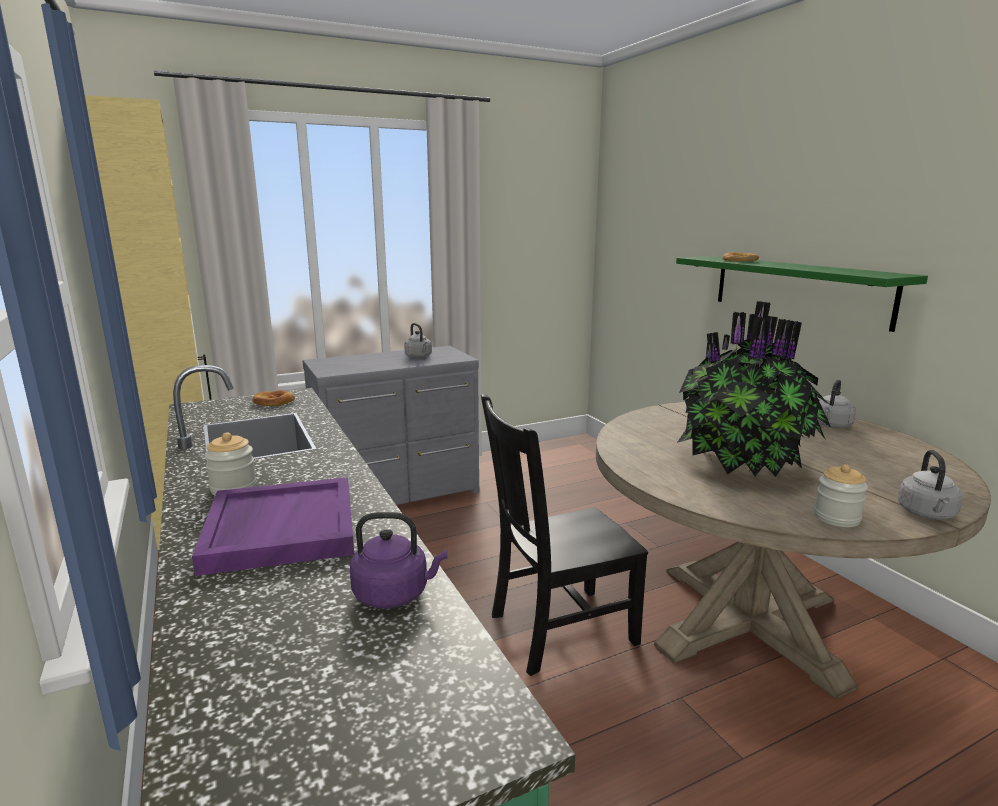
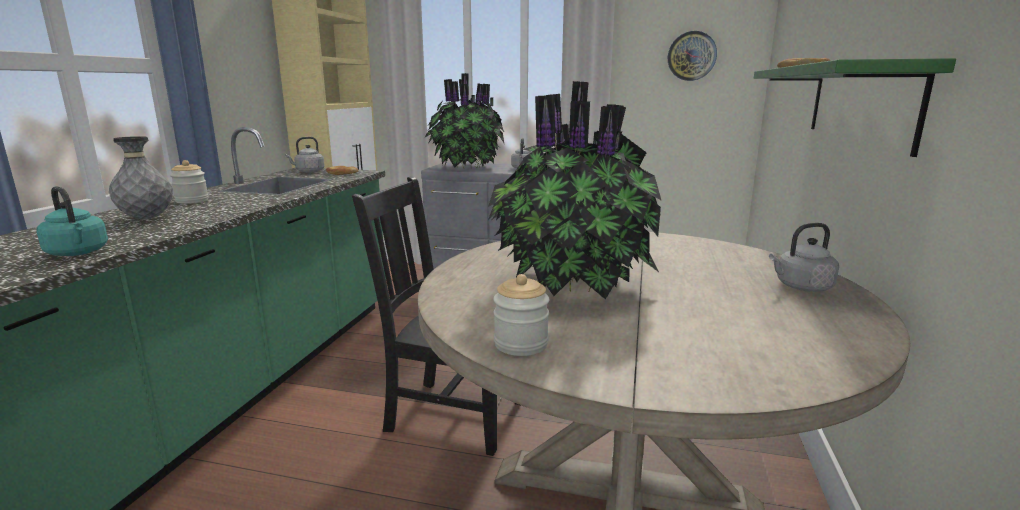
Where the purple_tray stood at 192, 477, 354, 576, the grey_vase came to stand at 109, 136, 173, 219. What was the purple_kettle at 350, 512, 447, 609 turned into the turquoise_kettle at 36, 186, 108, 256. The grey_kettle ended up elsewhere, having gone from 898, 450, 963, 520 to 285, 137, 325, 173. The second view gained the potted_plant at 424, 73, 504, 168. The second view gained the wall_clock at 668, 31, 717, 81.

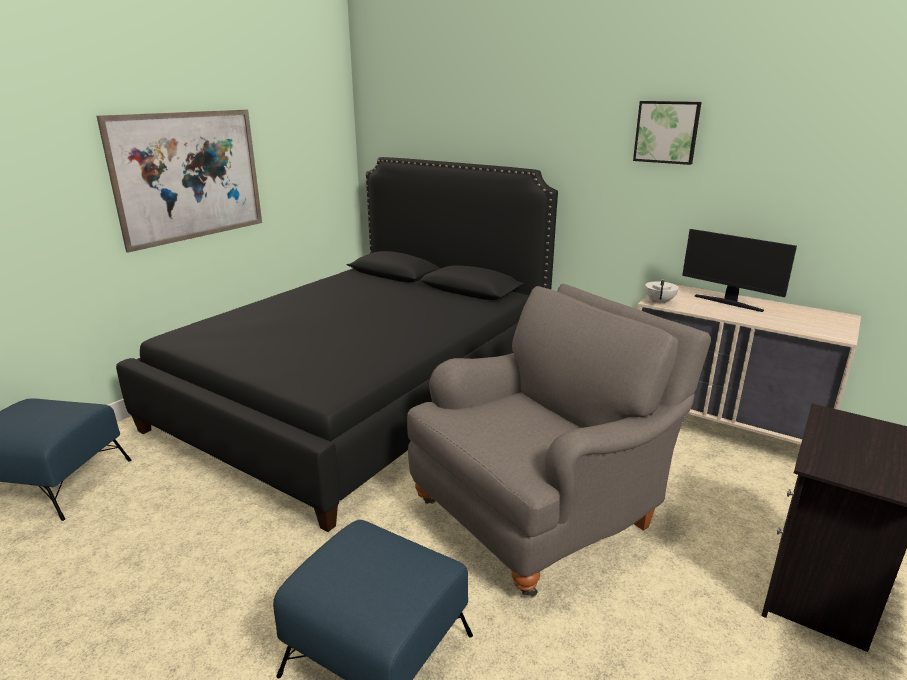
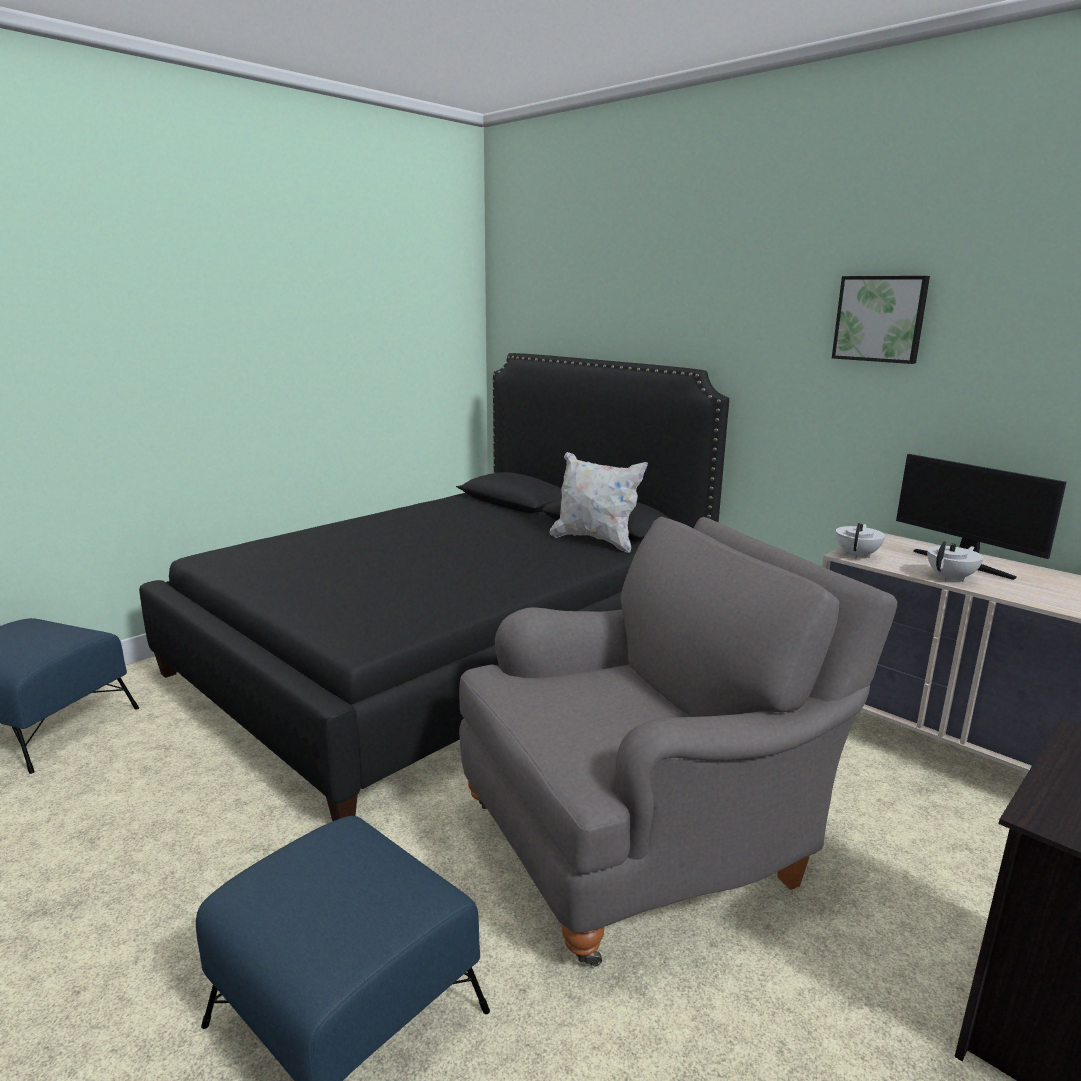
The second view lost the picture at 96, 110, 262, 253. The second view gained the white_pillow at 550, 452, 648, 553. The second view gained the white_teapot at 927, 541, 983, 582.

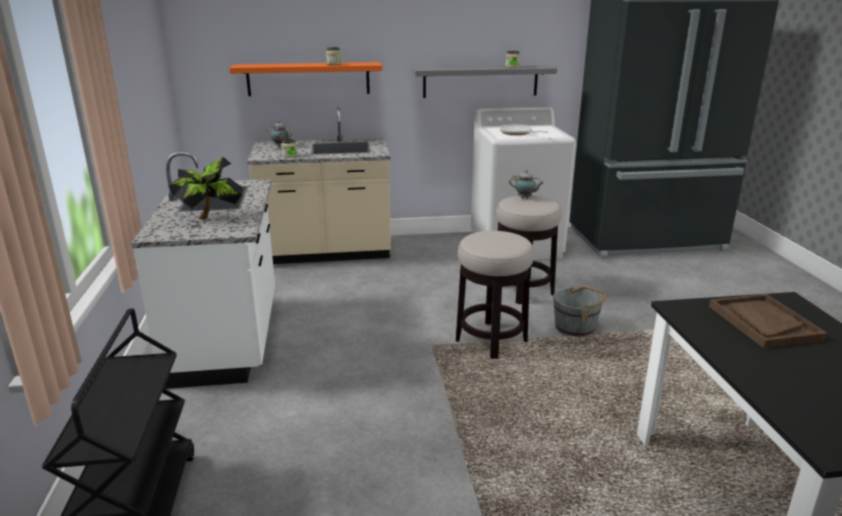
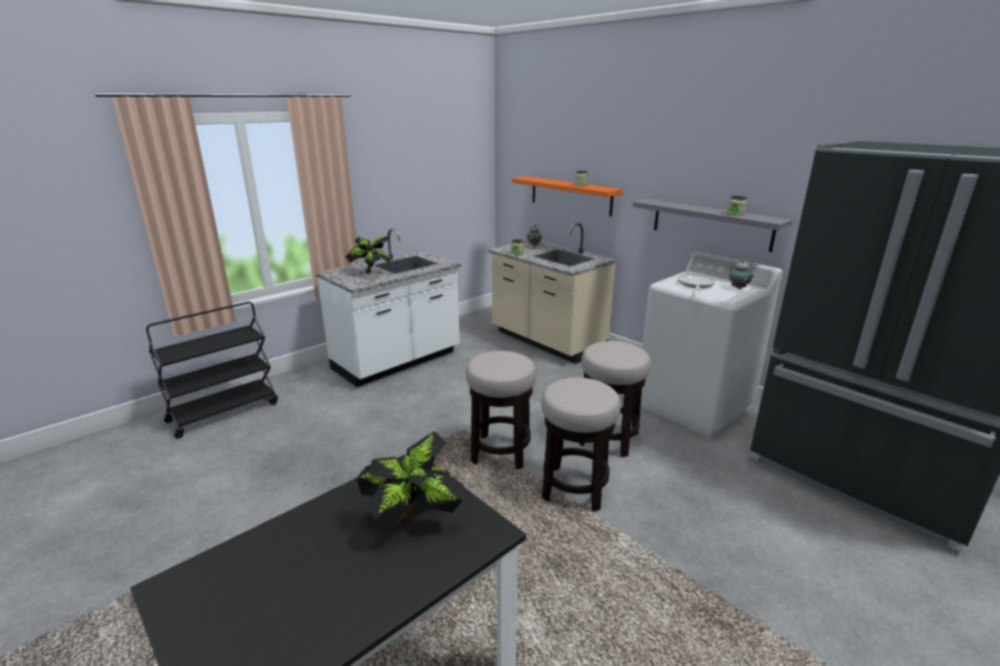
The teapot ended up elsewhere, having gone from 509, 170, 544, 198 to 729, 260, 754, 289. Where the grey_bucket stood at 553, 286, 606, 337, the stool came to stand at 541, 377, 621, 512. Where the brown_tray stood at 709, 294, 828, 348, the potted_plant came to stand at 356, 431, 464, 527.

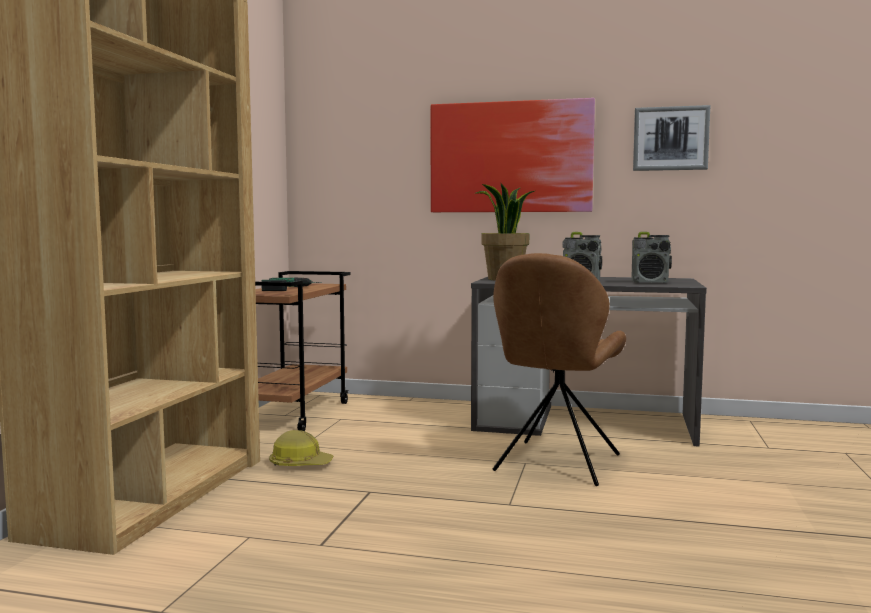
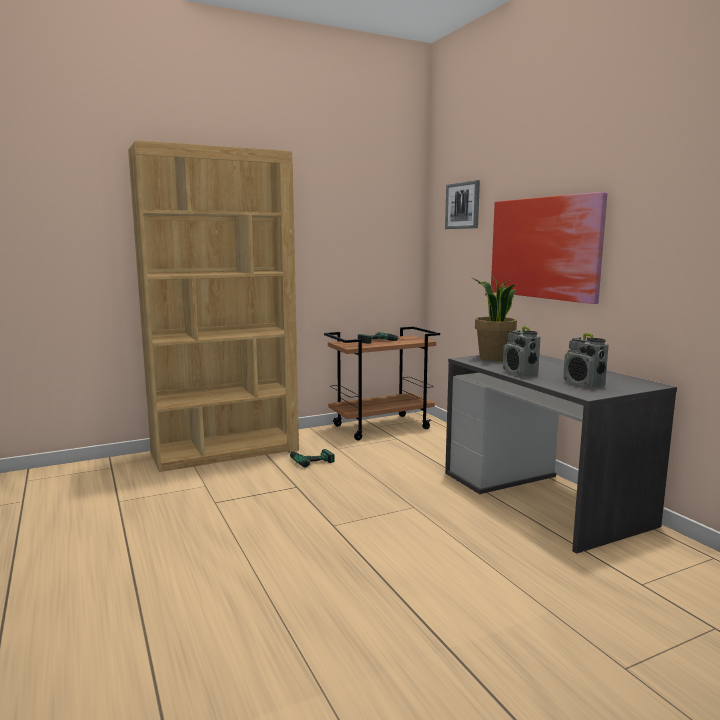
Where the hard_hat stood at 269, 430, 333, 466, the power_drill came to stand at 288, 449, 335, 467. The second view lost the brown_chair at 493, 253, 626, 486. The picture ended up elsewhere, having gone from 633, 105, 710, 171 to 445, 180, 480, 229.

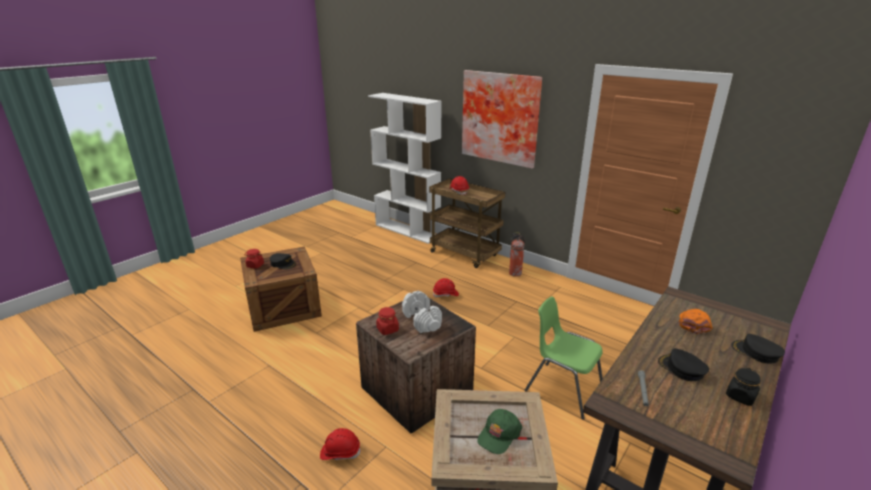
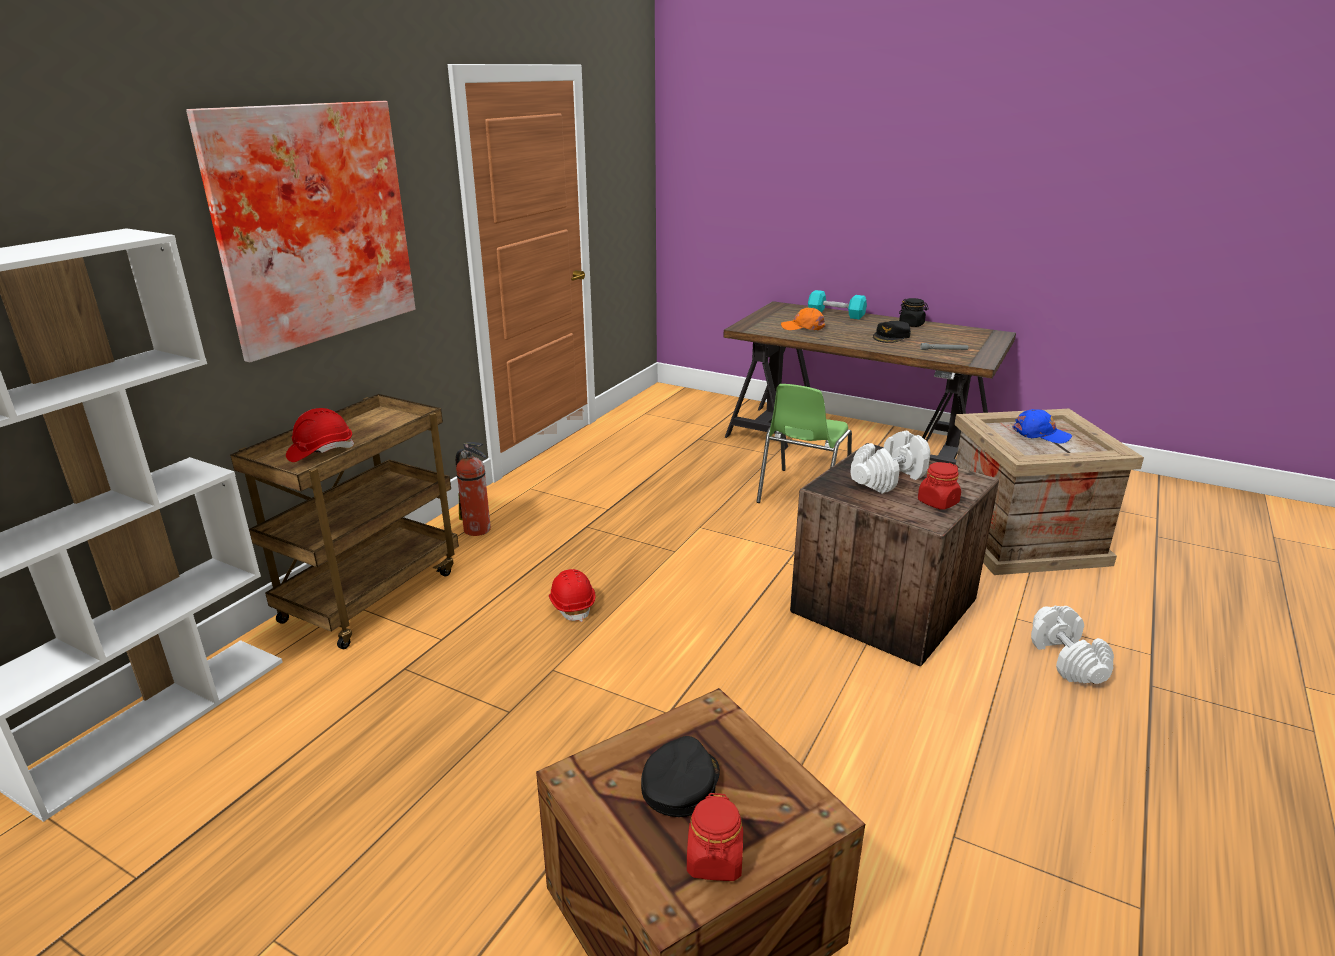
Where the red_hard_hat stood at 320, 428, 361, 460, the white_dumbbell came to stand at 1031, 606, 1114, 684. What was the green_cap at 477, 409, 522, 454 turned into the blue_cap at 1012, 409, 1072, 444. Where the black_cap stood at 731, 334, 785, 363, the turquoise_dumbbell came to stand at 808, 290, 867, 319.

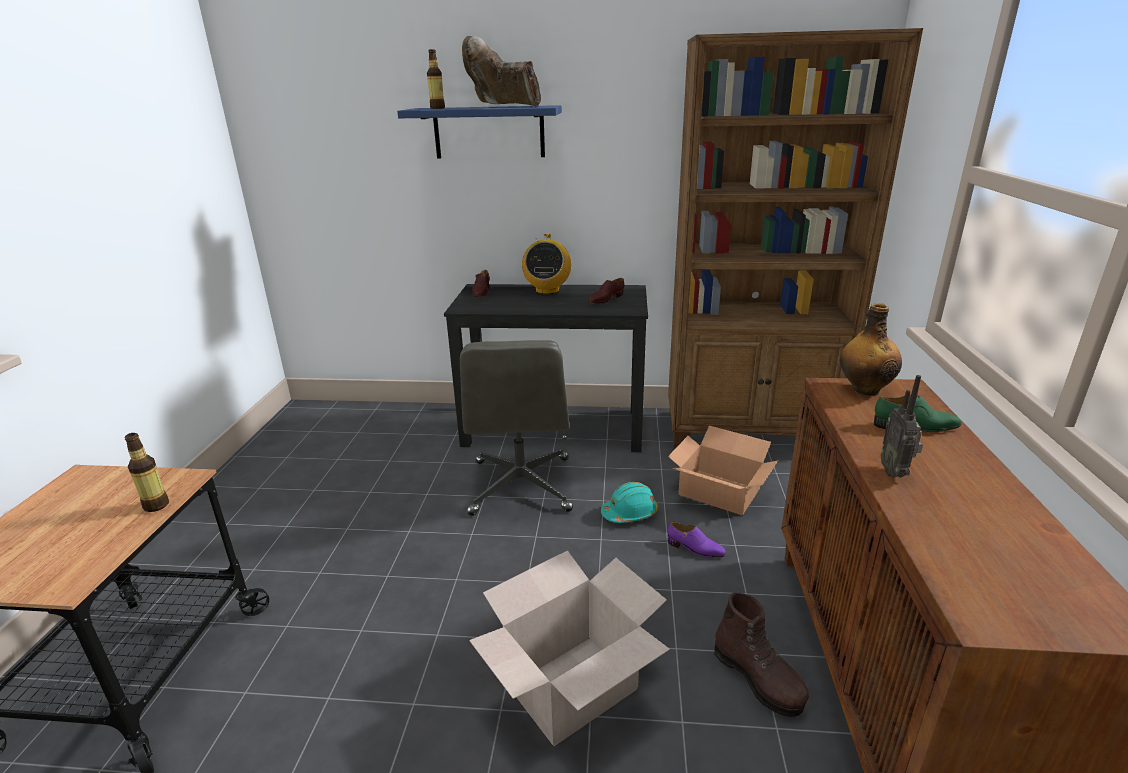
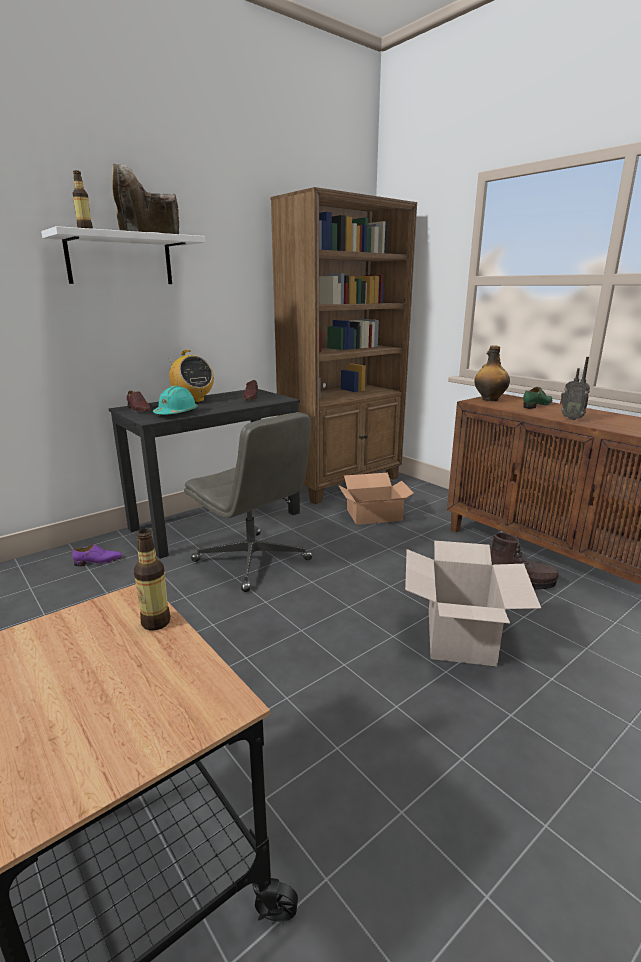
What was the blue_shelf at 397, 105, 562, 159 turned into the white_shelf at 41, 226, 205, 284. The turquoise_hard_hat ended up elsewhere, having gone from 601, 482, 658, 523 to 153, 386, 197, 414. The purple_shoe ended up elsewhere, having gone from 667, 522, 726, 558 to 72, 544, 122, 566.

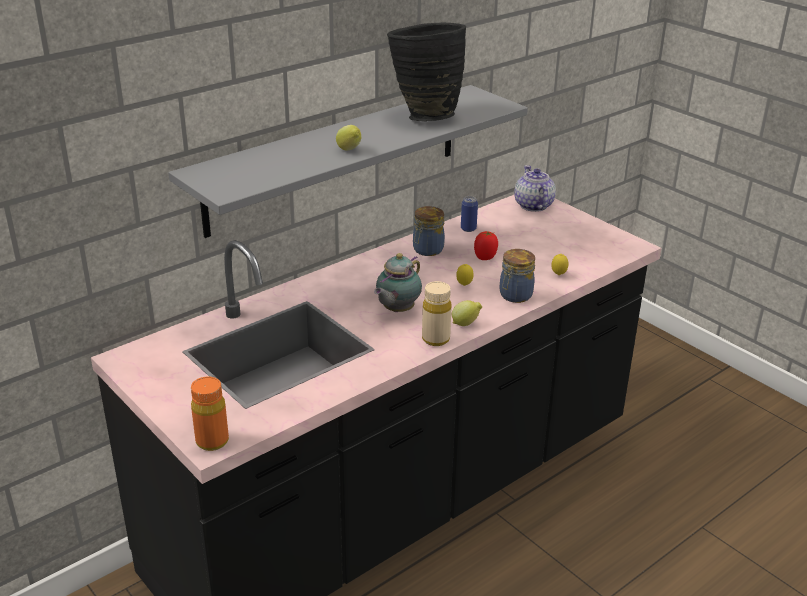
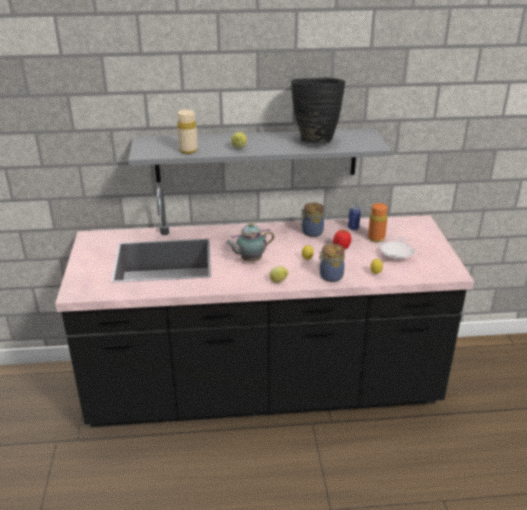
The orange_bottle ended up elsewhere, having gone from 191, 377, 229, 451 to 368, 203, 388, 242. The beige_bottle ended up elsewhere, having gone from 422, 281, 452, 346 to 177, 110, 198, 154. The second view lost the teapot at 514, 165, 556, 212. The second view gained the white_plate at 378, 236, 417, 259.

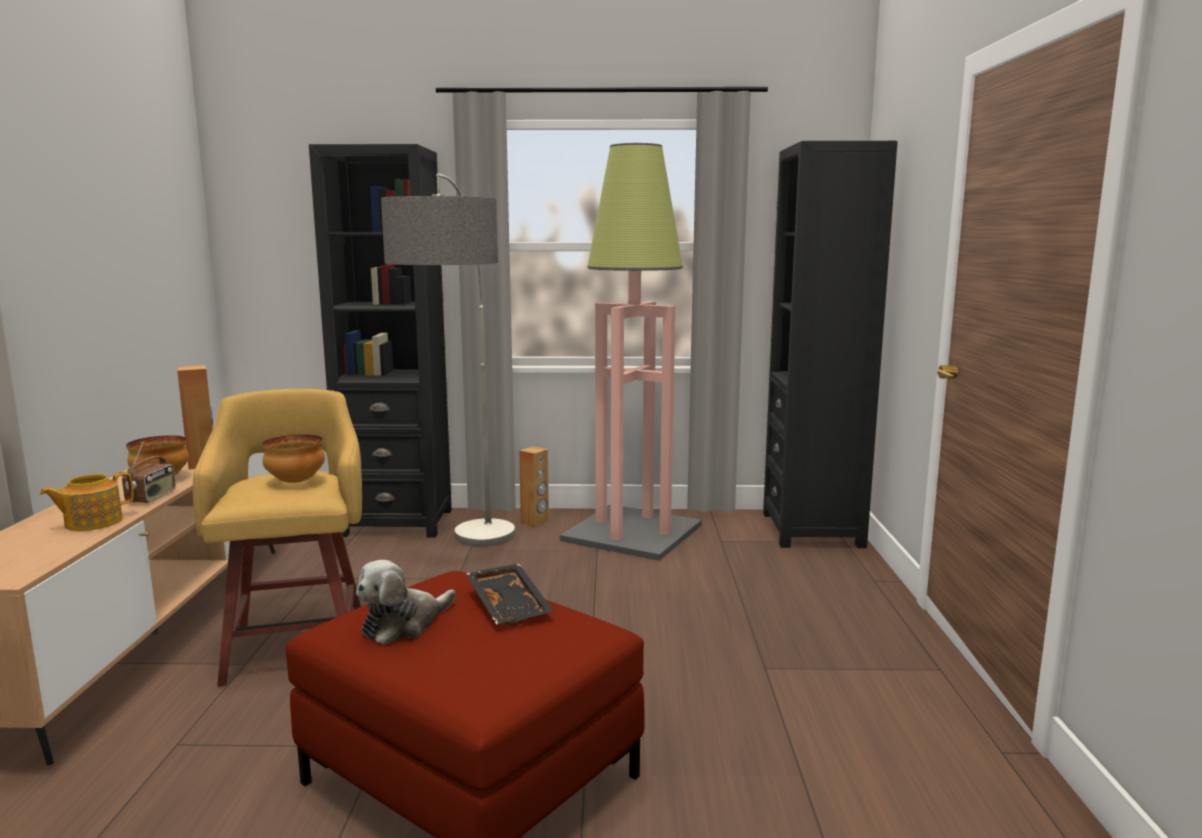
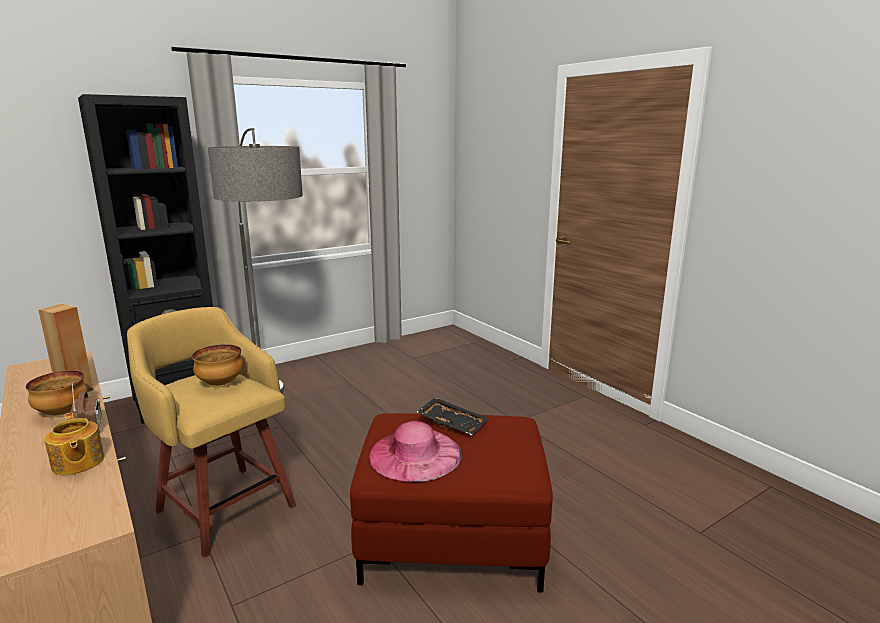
The teapot at 40, 472, 134, 531 ended up facing another way, 45 degrees counterclockwise from before. Where the plush_toy stood at 356, 560, 456, 645, the pink_hat came to stand at 369, 421, 462, 482. The second view lost the brown_speaker at 519, 446, 549, 527. The second view lost the floor_lamp at 560, 143, 702, 561. The second view lost the black_bookcase at 763, 141, 898, 548.

